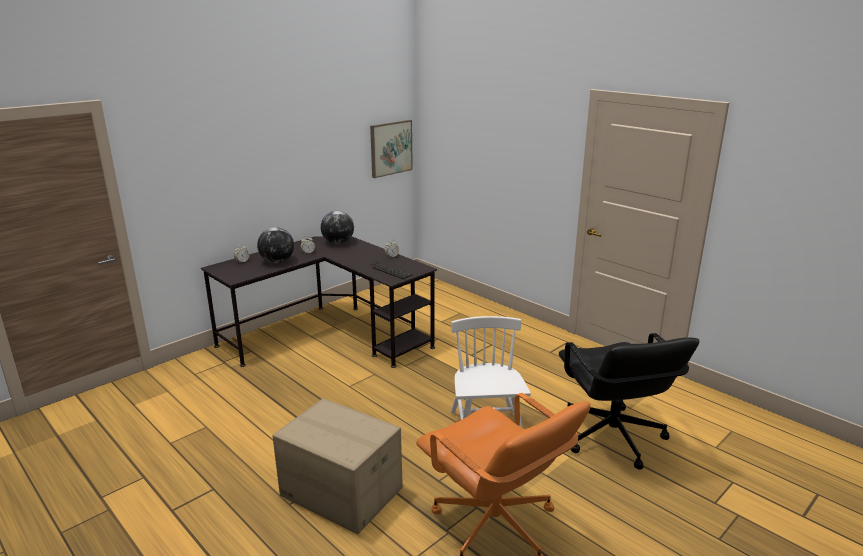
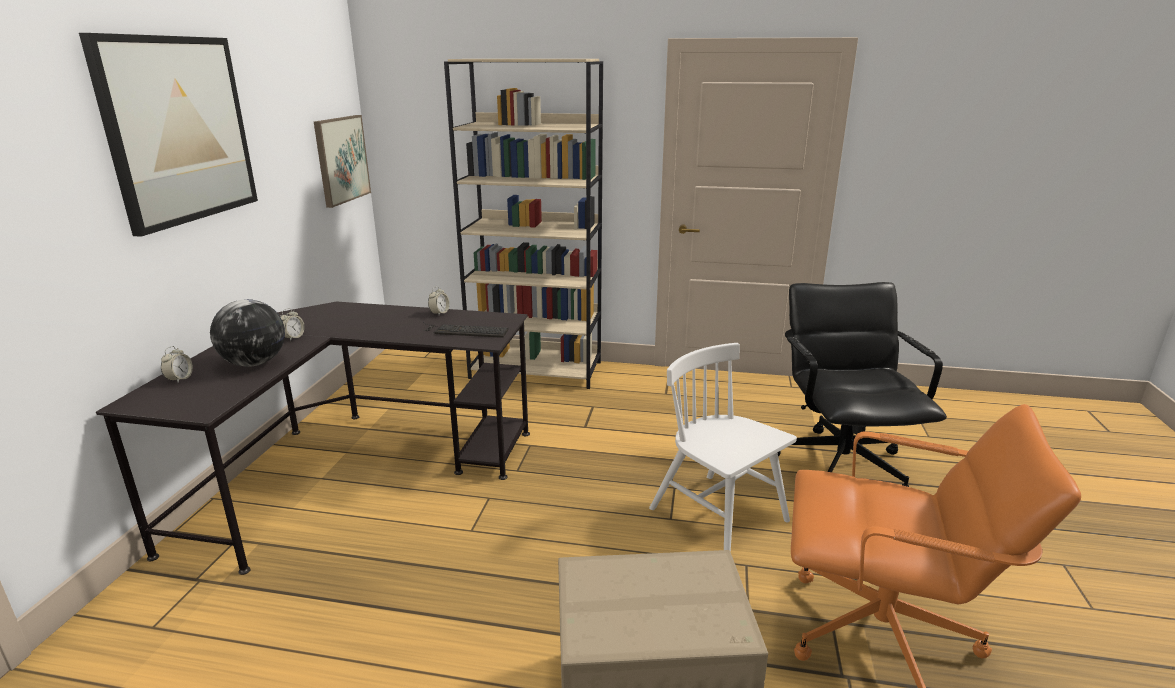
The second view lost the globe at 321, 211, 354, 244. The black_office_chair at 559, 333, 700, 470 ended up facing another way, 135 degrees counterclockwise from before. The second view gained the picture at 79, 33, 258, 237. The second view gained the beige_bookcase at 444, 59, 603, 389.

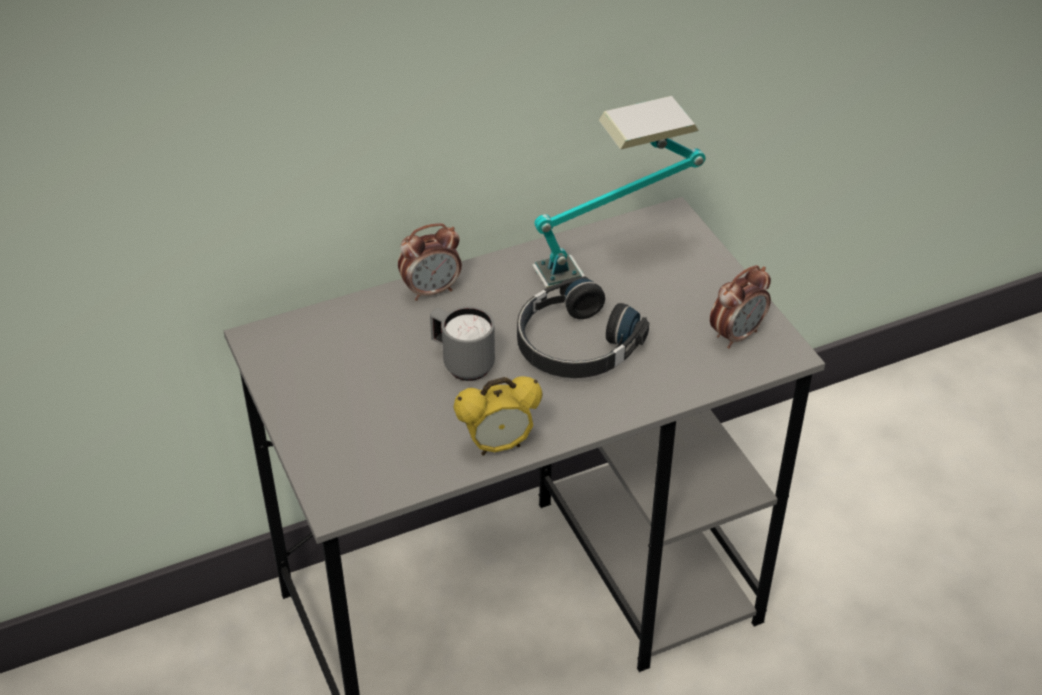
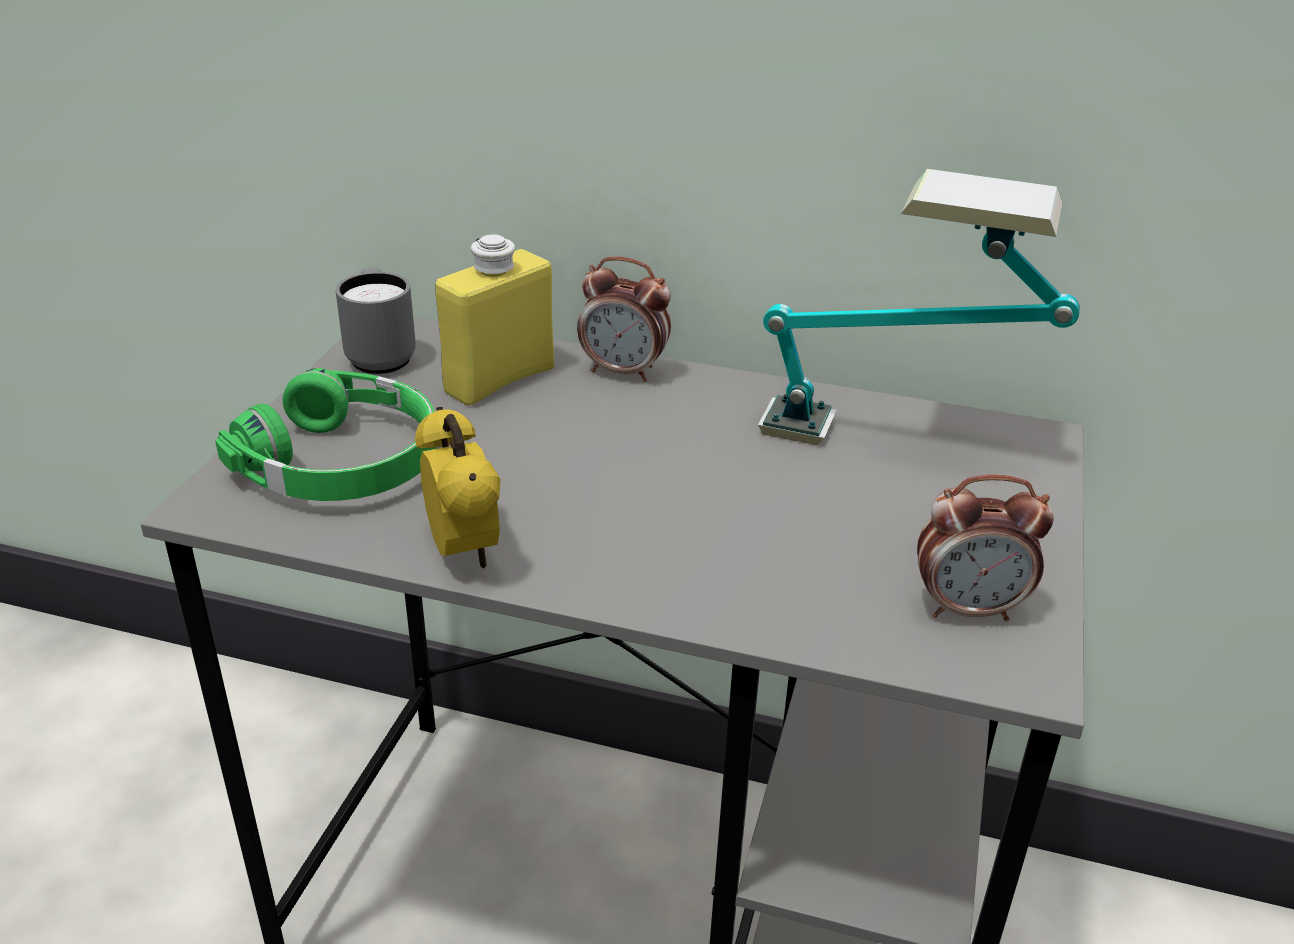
The grey_mug ended up elsewhere, having gone from 430, 306, 495, 381 to 335, 267, 416, 374. The alarm_clock at 453, 376, 542, 455 ended up facing another way, 135 degrees counterclockwise from before. The second view lost the black_headphones at 517, 276, 649, 378. The second view gained the green_headphones at 215, 368, 436, 501. The second view gained the yellow_bottle at 436, 234, 554, 406.

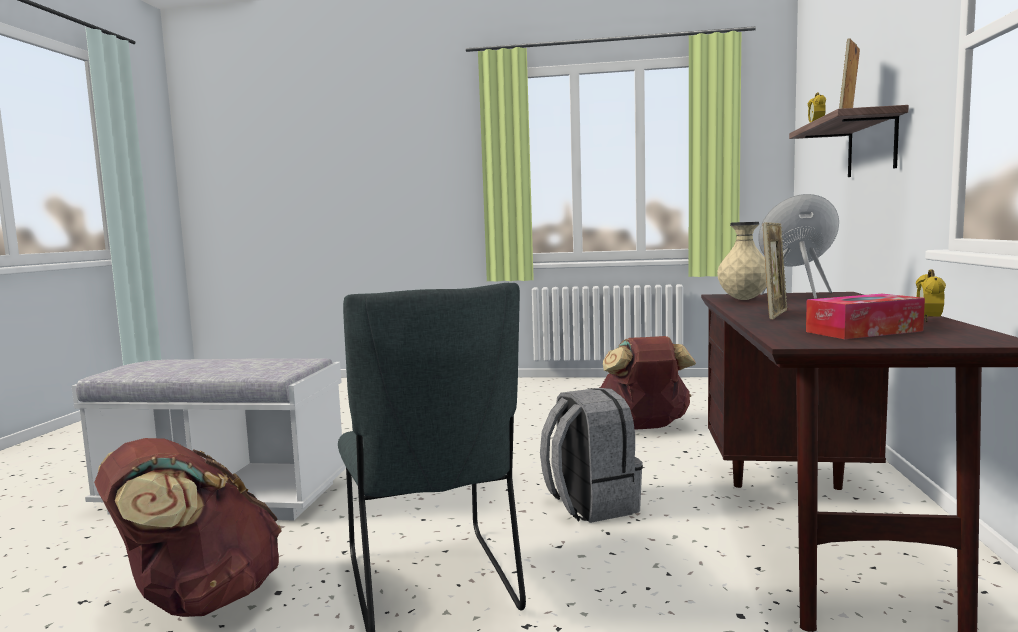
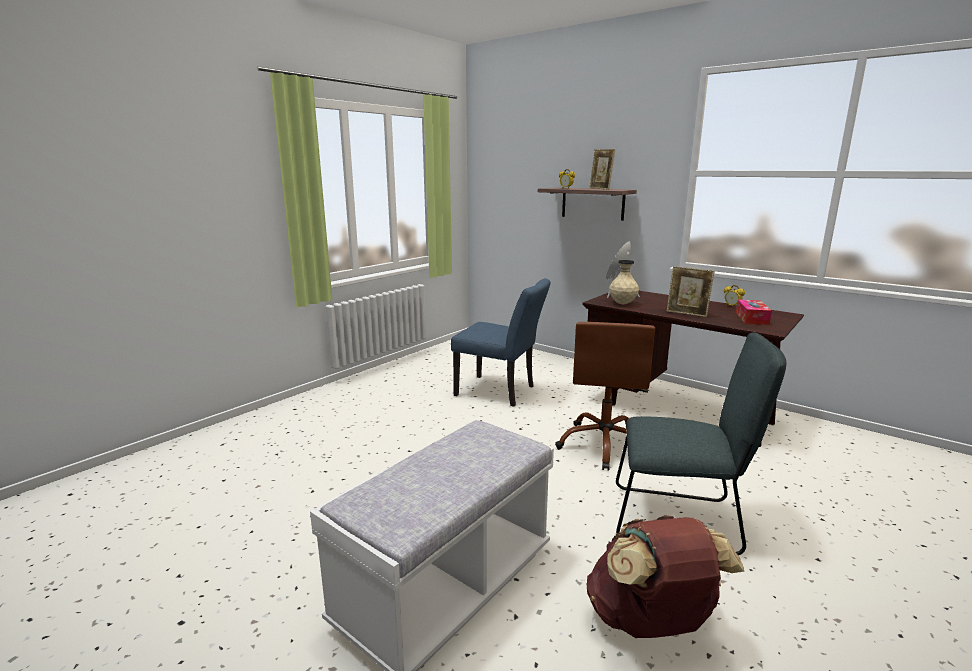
Where the grey_backpack stood at 540, 388, 643, 523, the brown_office_chair came to stand at 555, 322, 655, 471. Where the brown_backpack stood at 599, 336, 696, 429, the blue_chair came to stand at 451, 278, 551, 407. The picture_frame at 763, 222, 788, 319 ended up facing another way, 150 degrees clockwise from before.

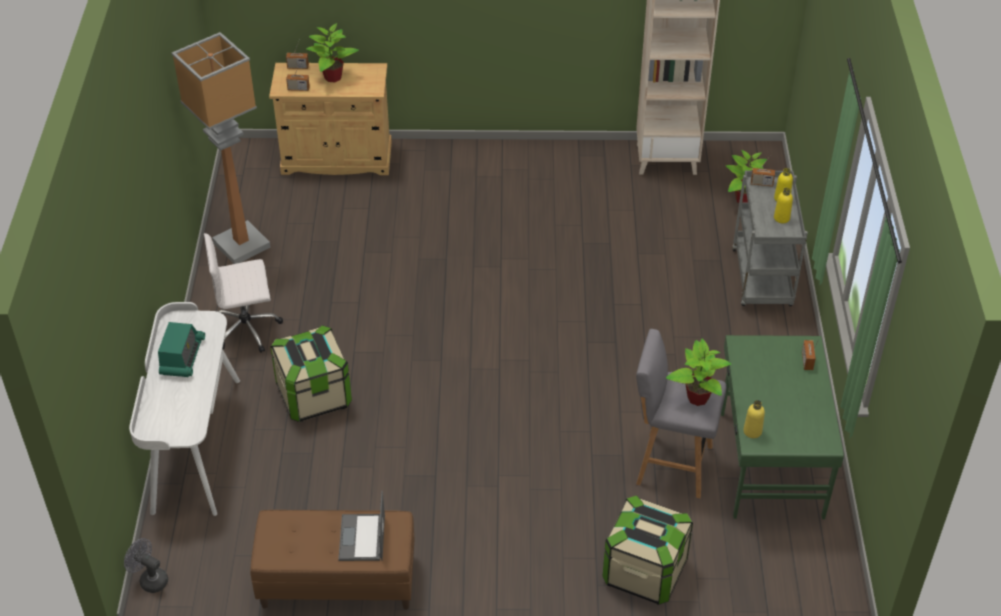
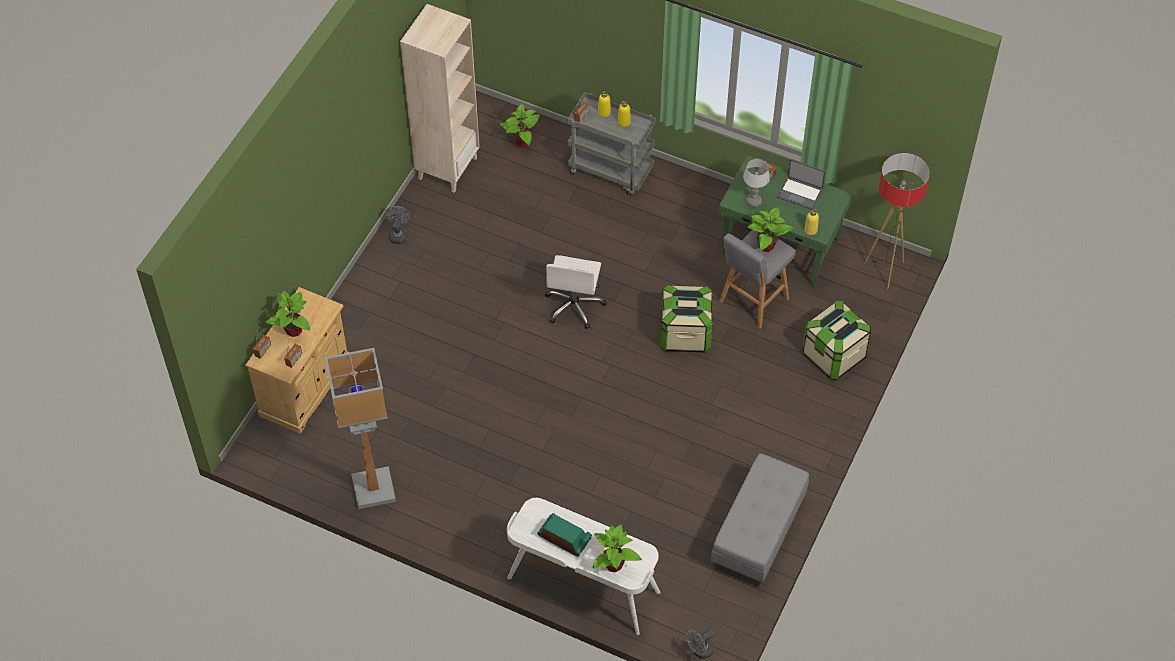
The white_office_chair ended up elsewhere, having gone from 204, 233, 283, 353 to 545, 255, 606, 329. What was the brown_bench at 250, 510, 415, 610 turned into the grey_bench at 711, 453, 809, 587. The storage_box ended up elsewhere, having gone from 270, 325, 352, 422 to 660, 285, 713, 353. The laptop ended up elsewhere, having gone from 338, 491, 385, 561 to 777, 159, 826, 210. The second view gained the grey_fan at 385, 206, 410, 244. The second view gained the potted_plant at 592, 525, 642, 572. The second view gained the table_lamp at 743, 159, 770, 207. The second view gained the floor_lamp at 864, 153, 930, 290.

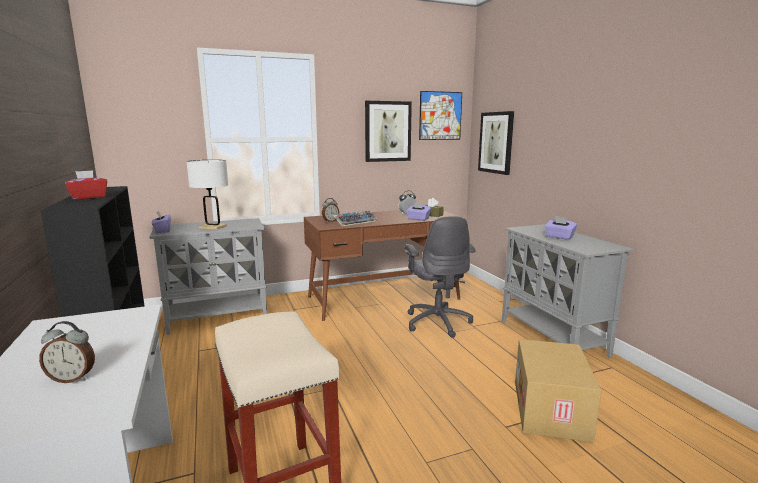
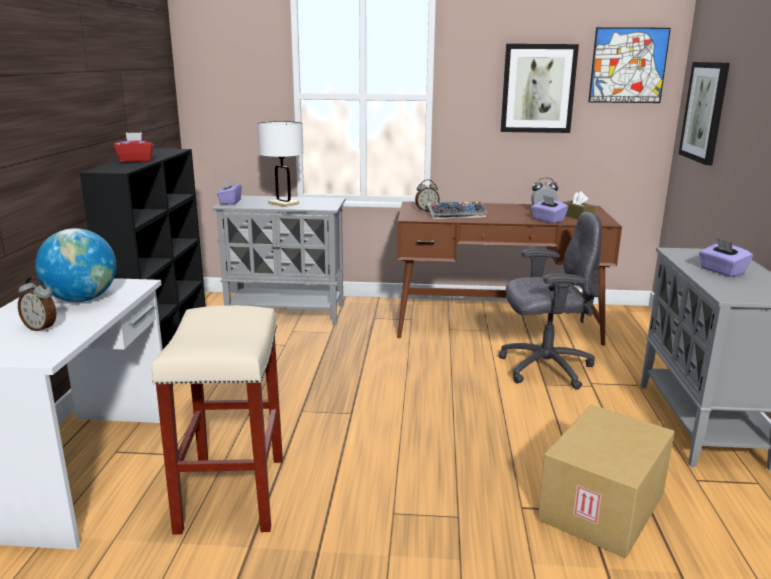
The grey_office_chair at 404, 216, 476, 338 ended up facing another way, 105 degrees counterclockwise from before. The second view gained the globe at 35, 228, 116, 302.

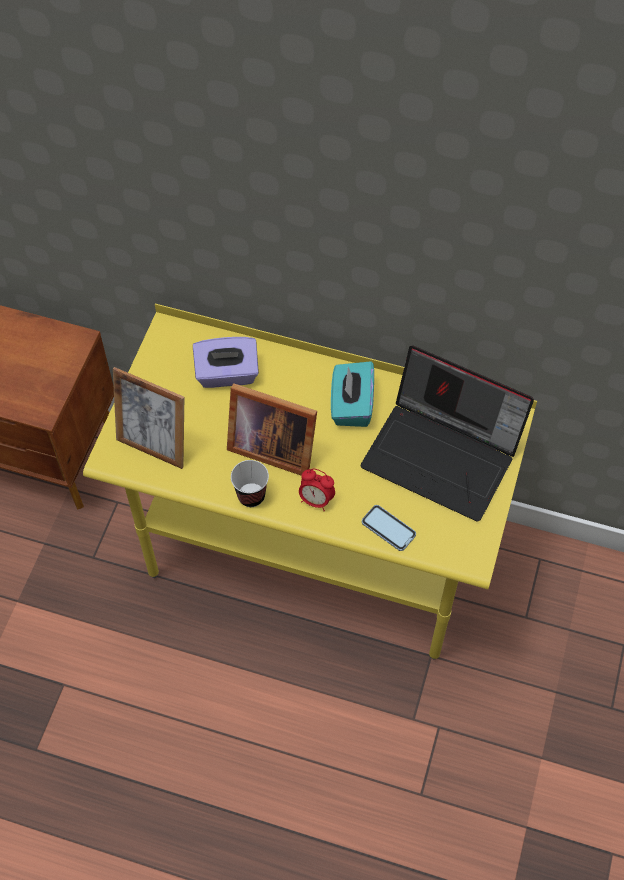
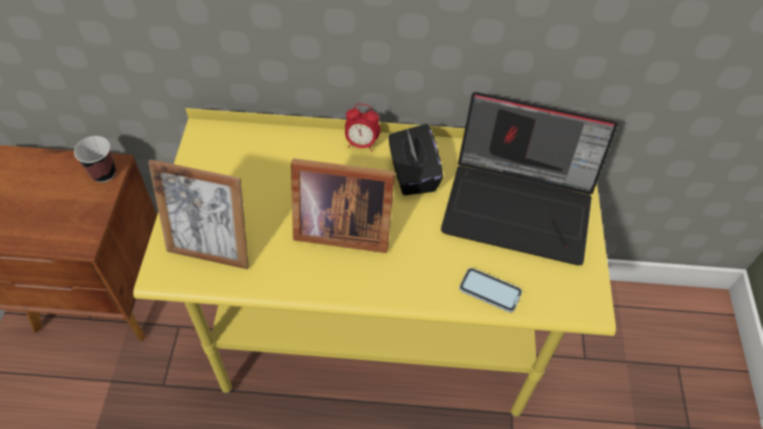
The second view lost the purple_tissue_box at 193, 337, 259, 388. The cup ended up elsewhere, having gone from 231, 460, 269, 507 to 74, 136, 116, 183. The alarm_clock ended up elsewhere, having gone from 299, 469, 335, 511 to 345, 104, 380, 152. What was the turquoise_tissue_box at 331, 361, 374, 427 turned into the black_tissue_box at 389, 124, 443, 195.

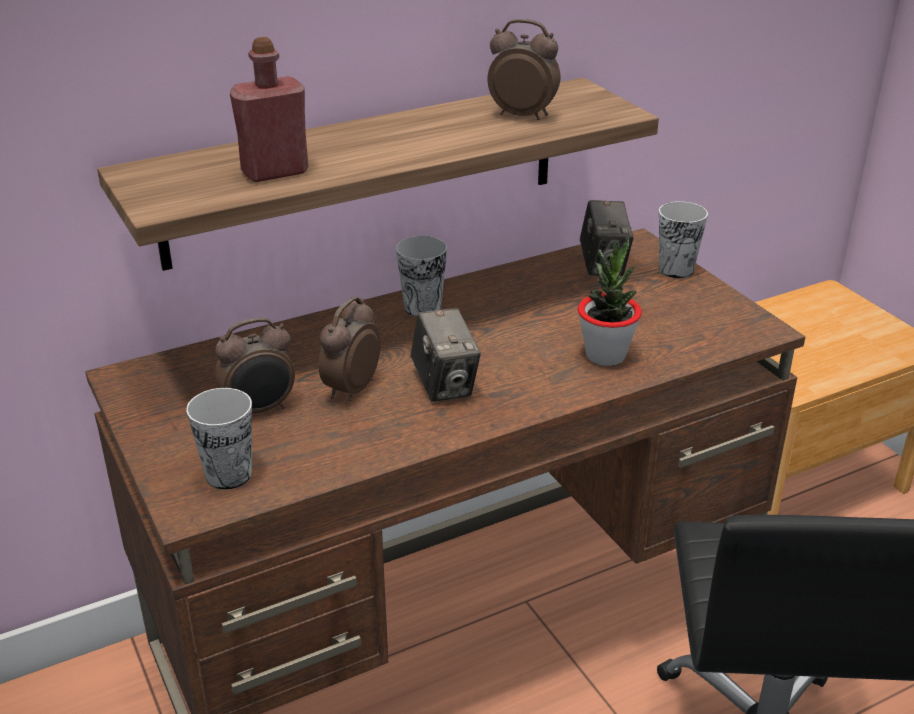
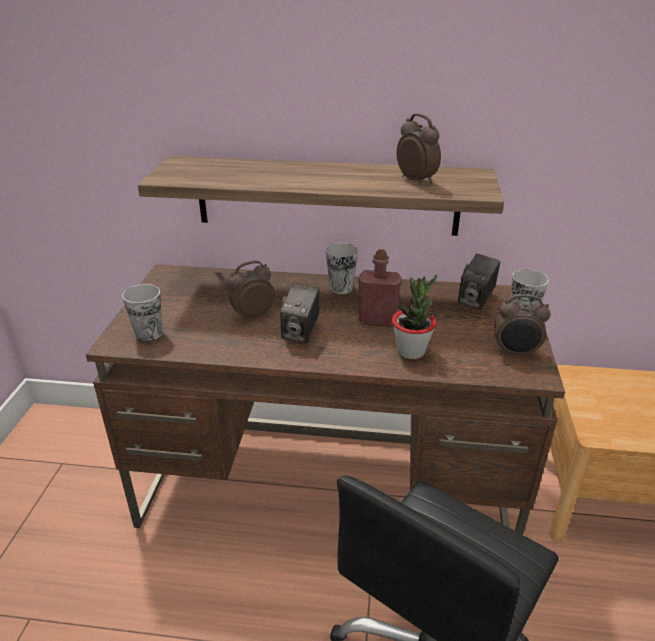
The alarm_clock ended up elsewhere, having gone from 215, 318, 295, 414 to 494, 294, 551, 358. The red_bottle ended up elsewhere, having gone from 230, 37, 308, 182 to 358, 249, 402, 327.

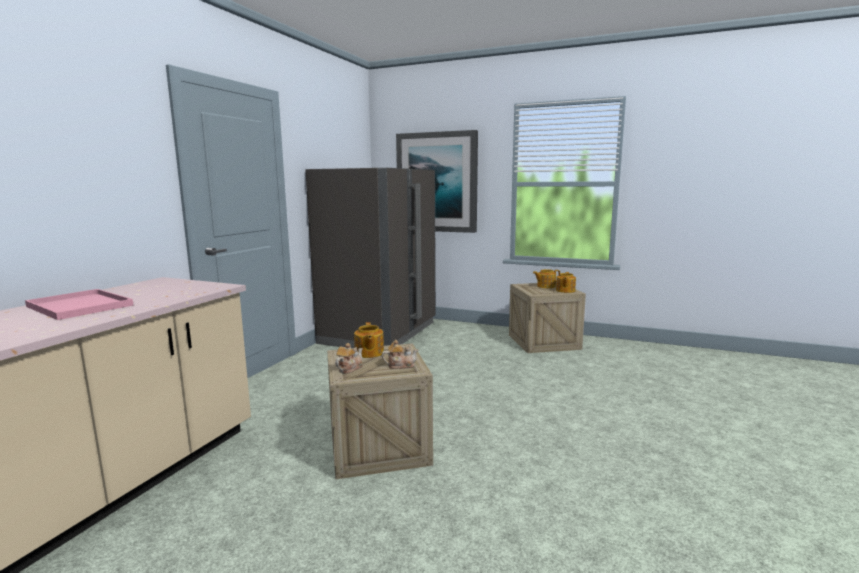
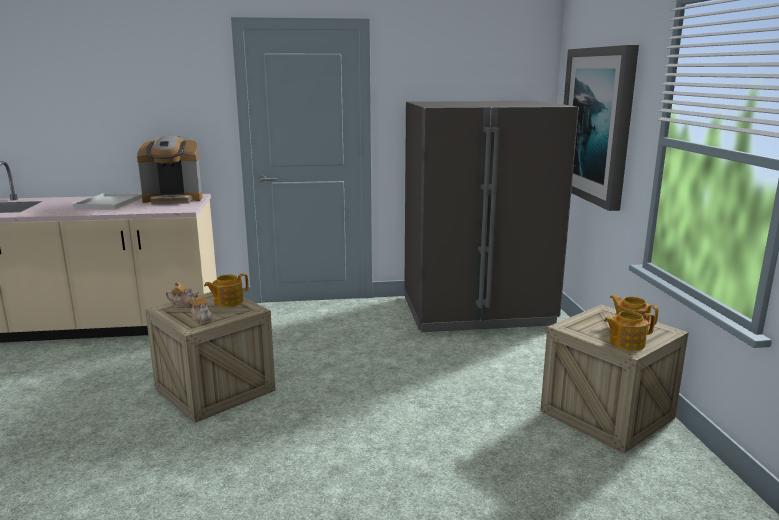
What was the pink_tray at 25, 289, 133, 320 turned into the white_tray at 73, 193, 142, 209. The second view gained the coffee_machine at 137, 135, 202, 205.

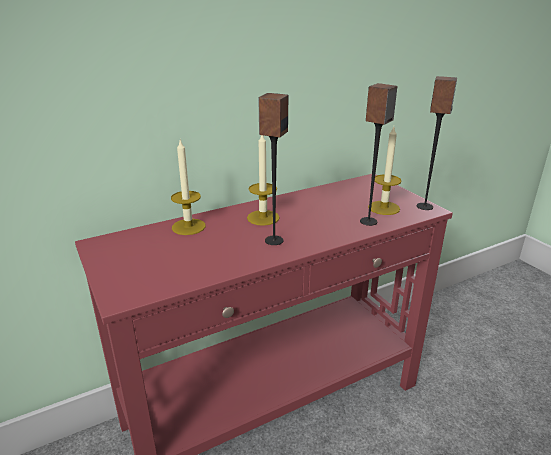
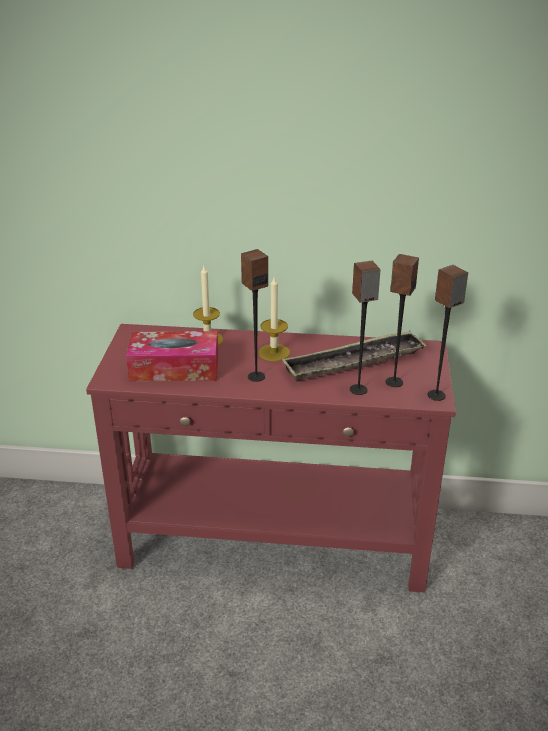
Where the candle stood at 368, 127, 402, 215, the speaker came to stand at 386, 254, 419, 387. The second view gained the tissue_box at 126, 331, 218, 381. The second view gained the tray at 282, 330, 427, 382.

